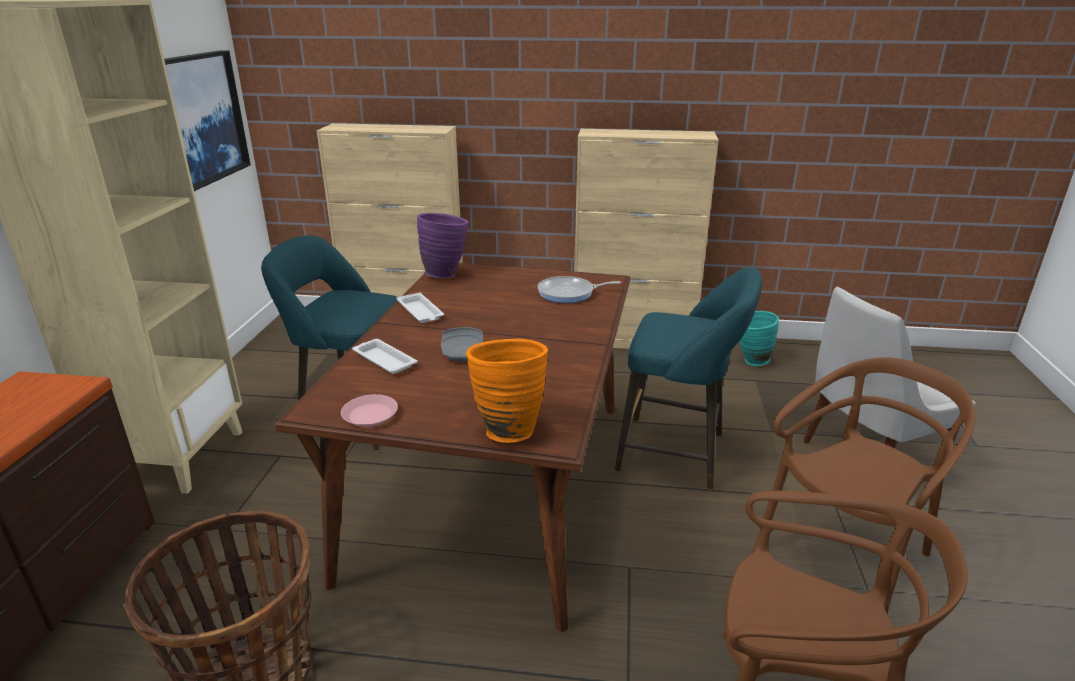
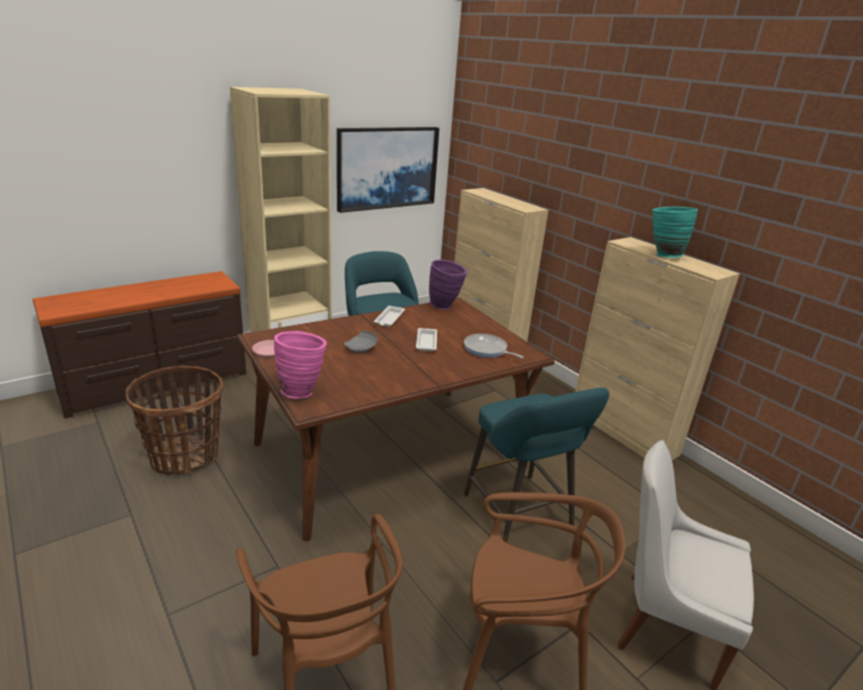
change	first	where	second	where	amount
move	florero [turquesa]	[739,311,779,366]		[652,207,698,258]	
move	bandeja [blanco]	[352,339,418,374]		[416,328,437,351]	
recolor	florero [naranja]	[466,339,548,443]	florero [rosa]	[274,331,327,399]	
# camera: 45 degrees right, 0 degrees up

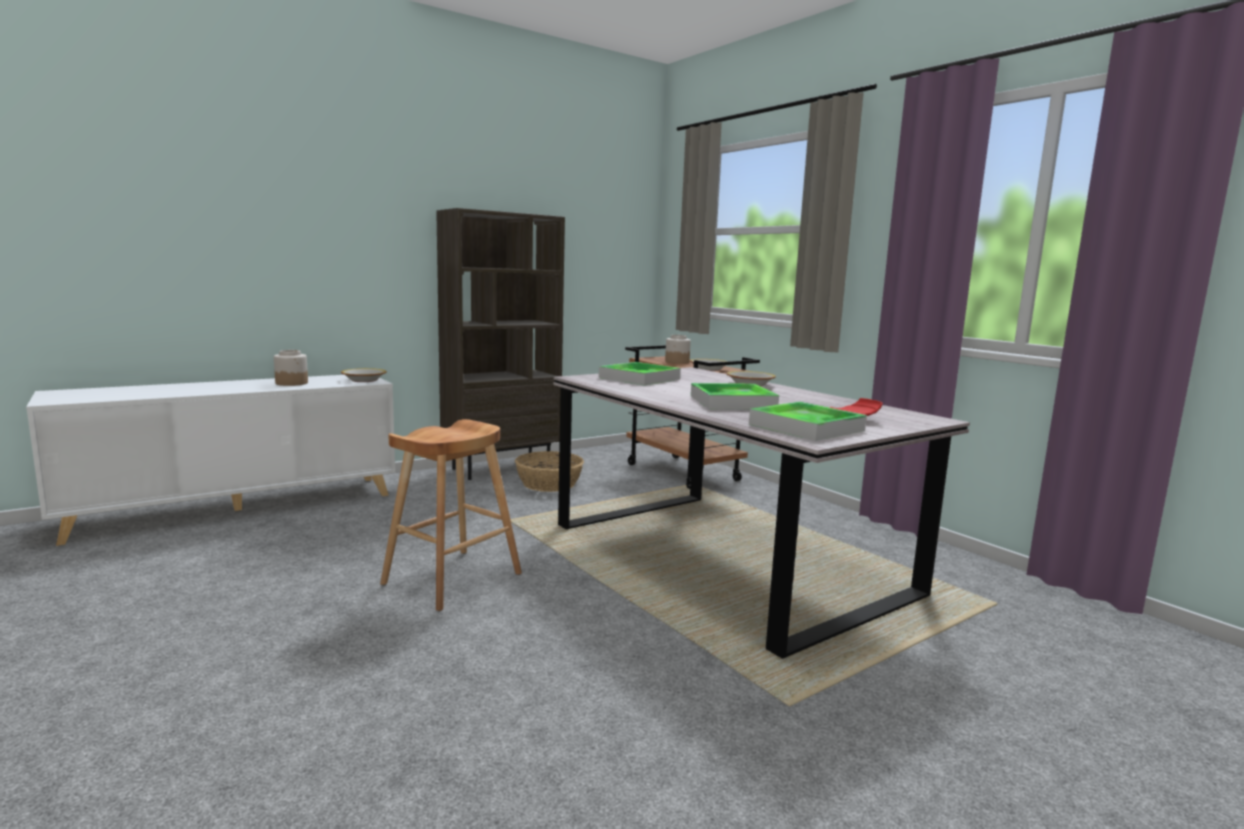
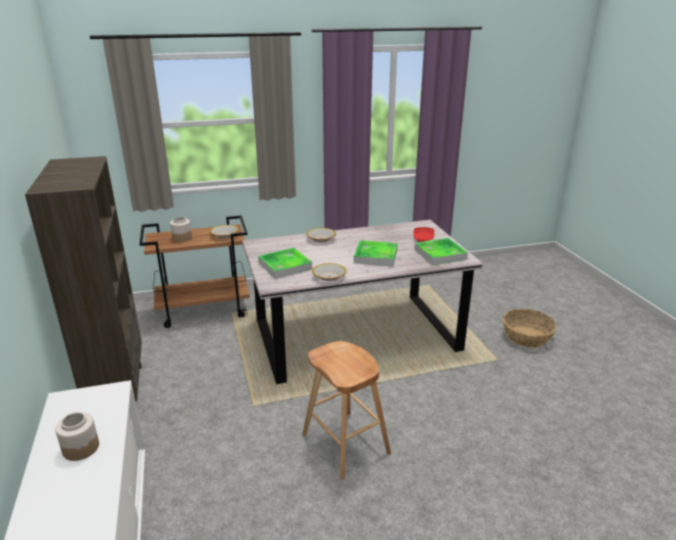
change	first	where	second	where	amount
move	cuenco	[341,368,387,382]		[312,263,346,281]	
move	cesta	[515,451,584,492]		[503,309,557,348]	
# camera: 70 degrees left, 15 degrees up

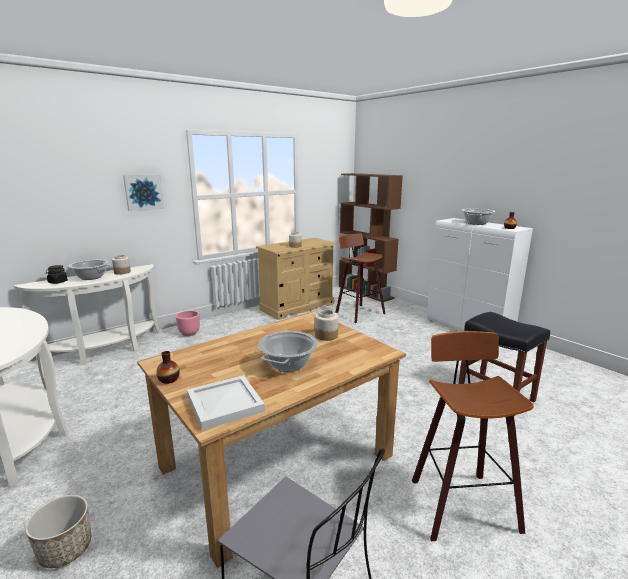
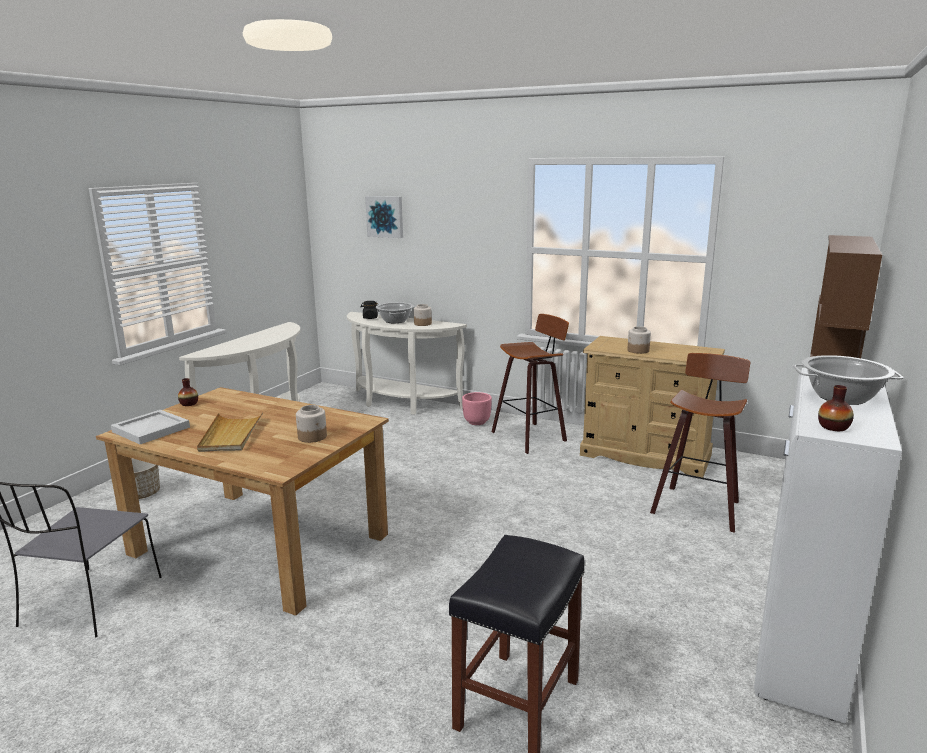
change	first	where	second	where	amount
move	cuadro	[123,174,164,211]		[365,196,403,238]	
replace	olla	[258,331,318,372]	bandeja [beis]	[197,412,263,452]	
move	taburete	[412,331,534,541]		[492,314,569,454]	
# camera: 65 degrees right, 0 degrees up

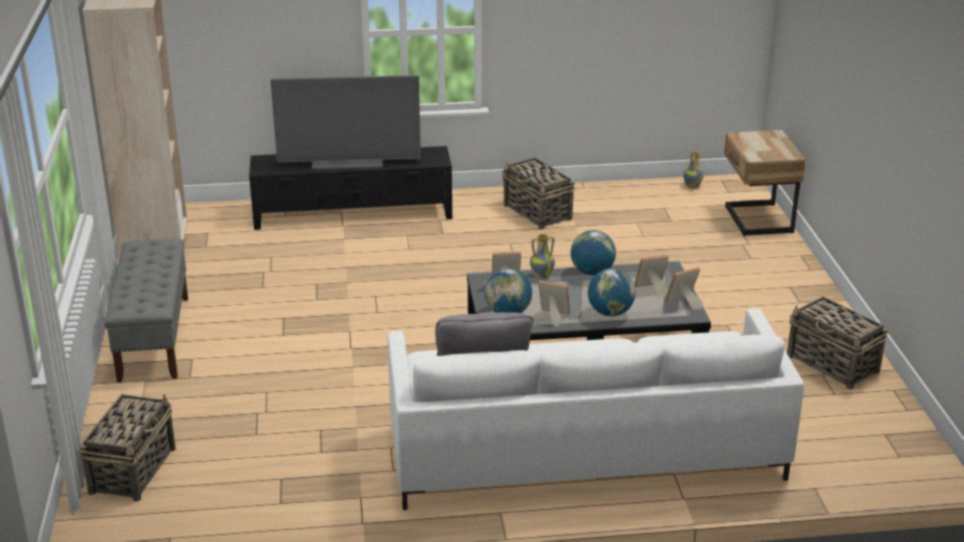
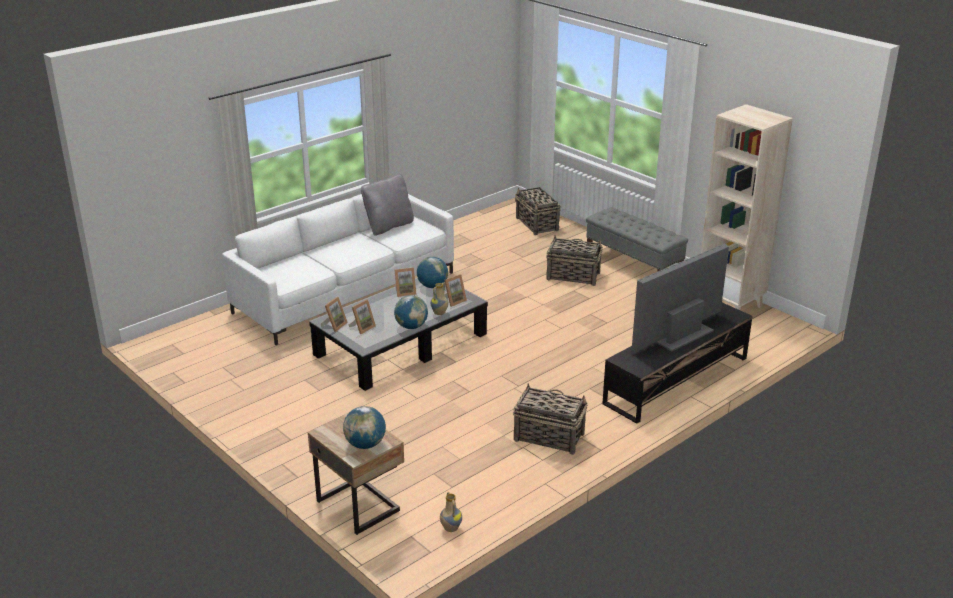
change	first	where	second	where	amount
move	globo terráqueo	[588,269,636,316]		[343,406,386,449]	
move	cesta	[787,296,888,389]		[546,235,603,286]	
# camera: 145 degrees right, 0 degrees up

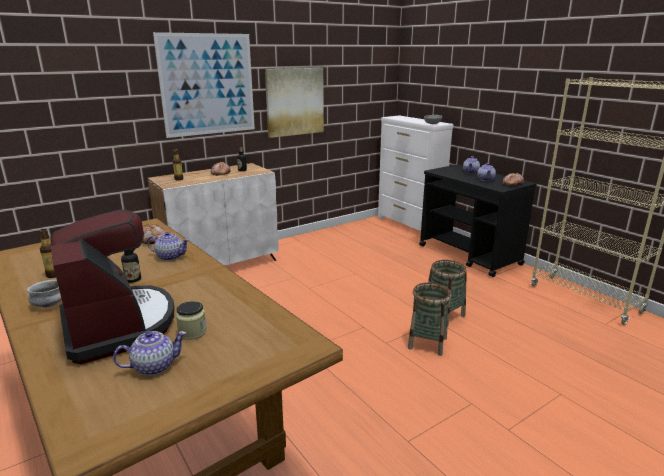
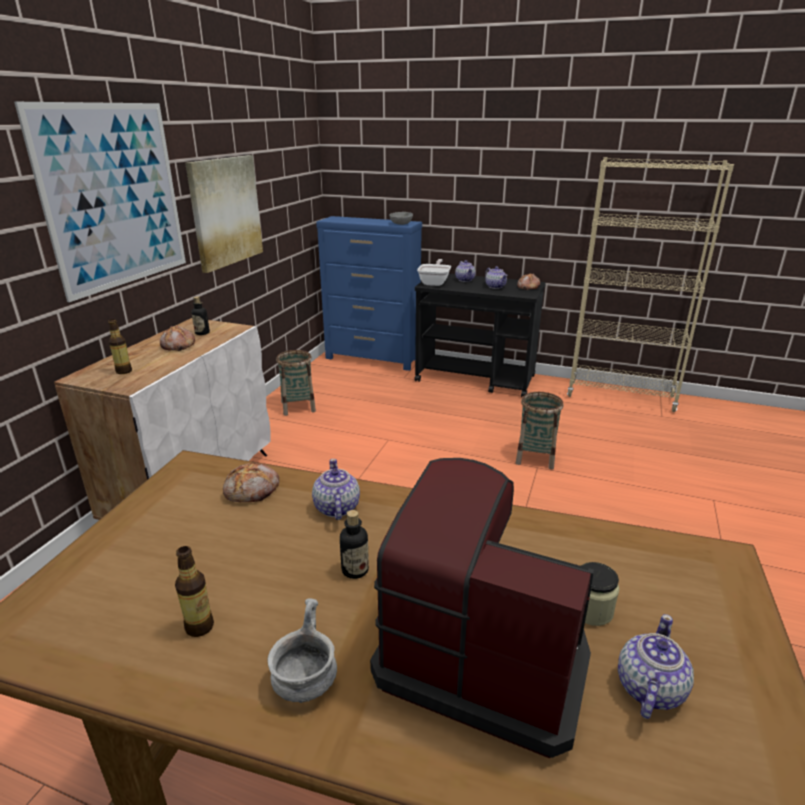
change	first	where	second	where	amount
recolor	cómoda [blanco]	[378,115,453,231]	cómoda [azul]	[316,216,422,371]	
rotate	tetera	[147,232,190,261]		[312,459,360,520]	75 degrees counterclockwise
move	cesta	[408,282,451,356]		[276,350,316,416]	
insert			sartén	[417,259,451,286]	
# camera: 35 degrees left, 5 degrees up

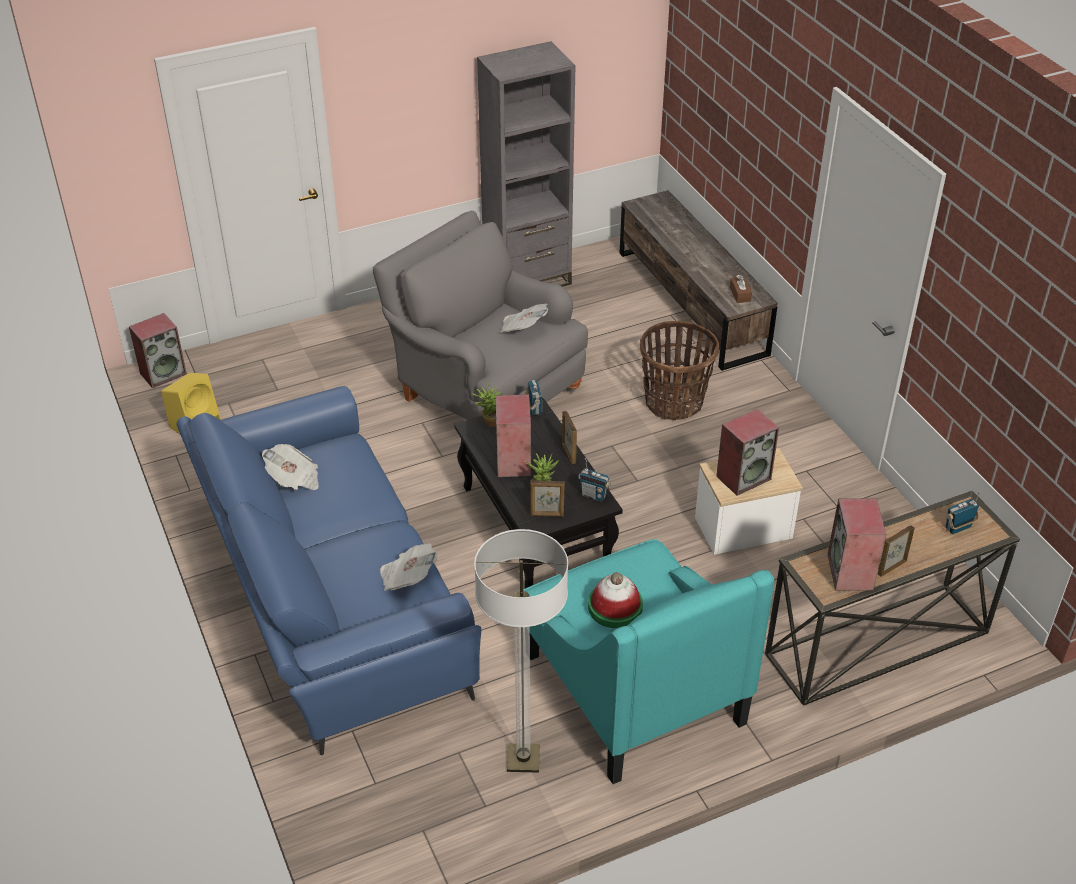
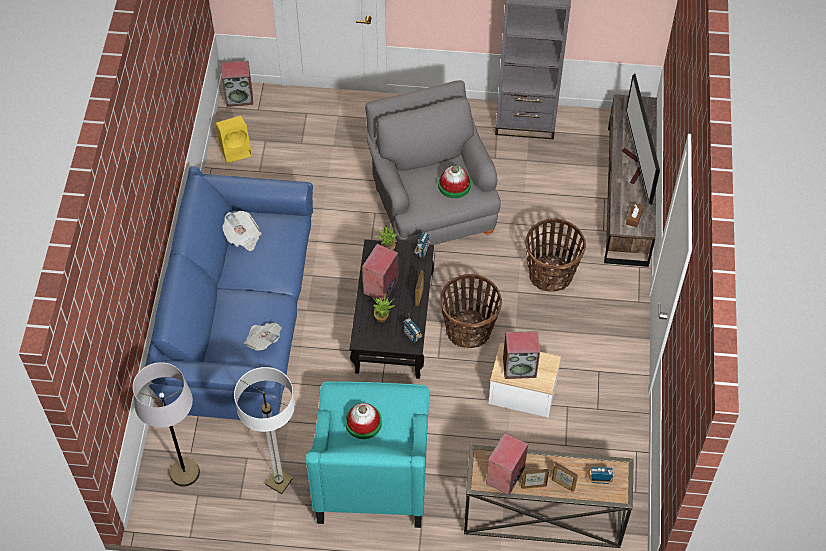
change	first	where	second	where	amount
replace	periódico	[500,304,548,332]	sombrero	[438,166,471,198]	
move	portarretratos	[530,480,565,517]		[552,463,578,492]	
insert			televisor	[622,74,660,205]	
insert			cesta	[440,274,502,348]	
insert			lámpara de pie [gris]	[133,362,200,486]	
# camera: 30 degrees right, 15 degrees up

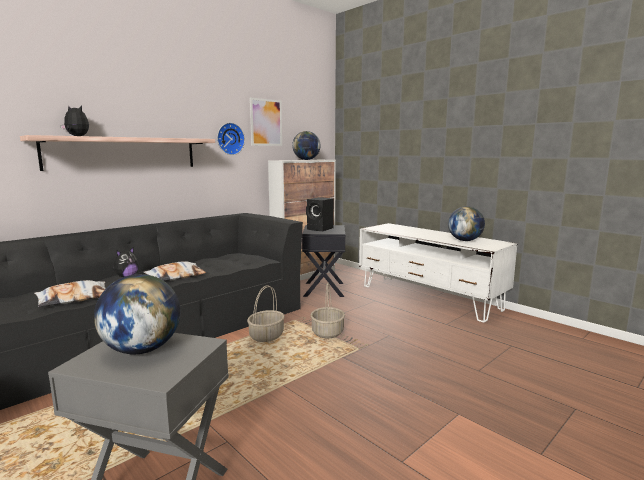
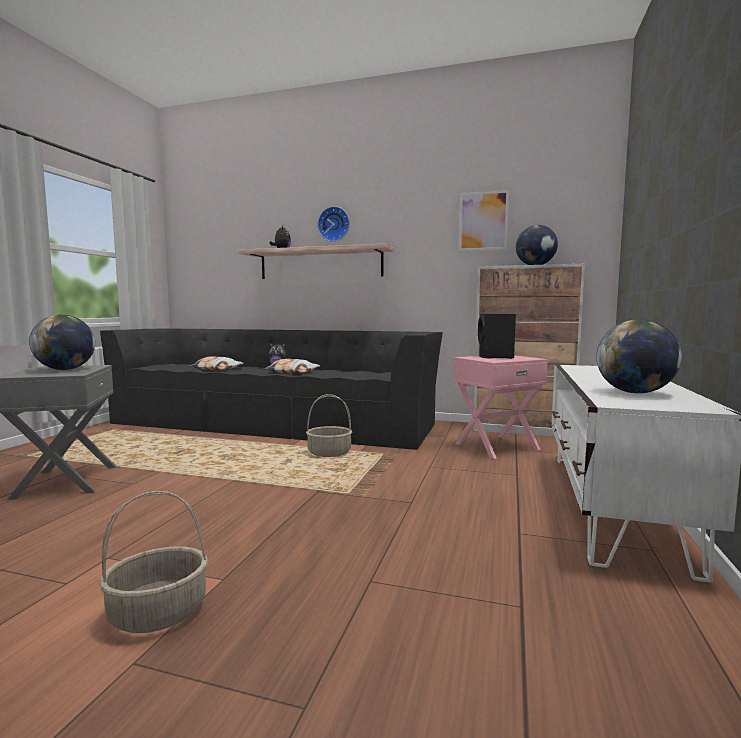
change	first	where	second	where	amount
move	reloj de pared	[217,123,245,155]		[318,206,350,242]	
recolor	mesa auxiliar [negro]	[302,225,345,297]	mesa auxiliar [rosa]	[453,355,548,459]	
move	cesta	[311,283,345,338]		[99,491,208,633]	
# camera: 60 degrees right, 5 degrees down

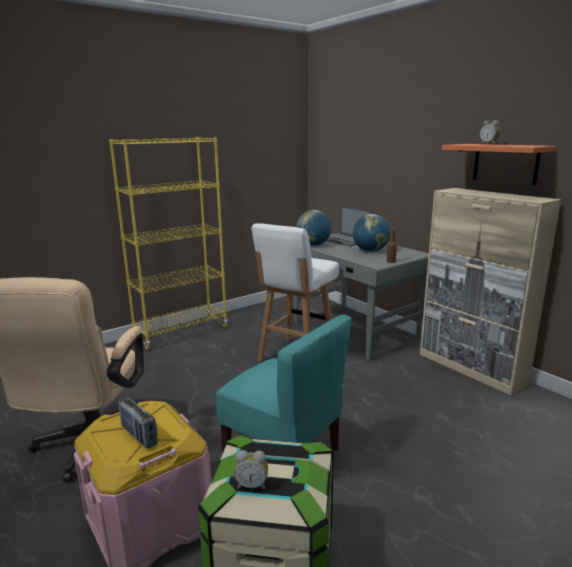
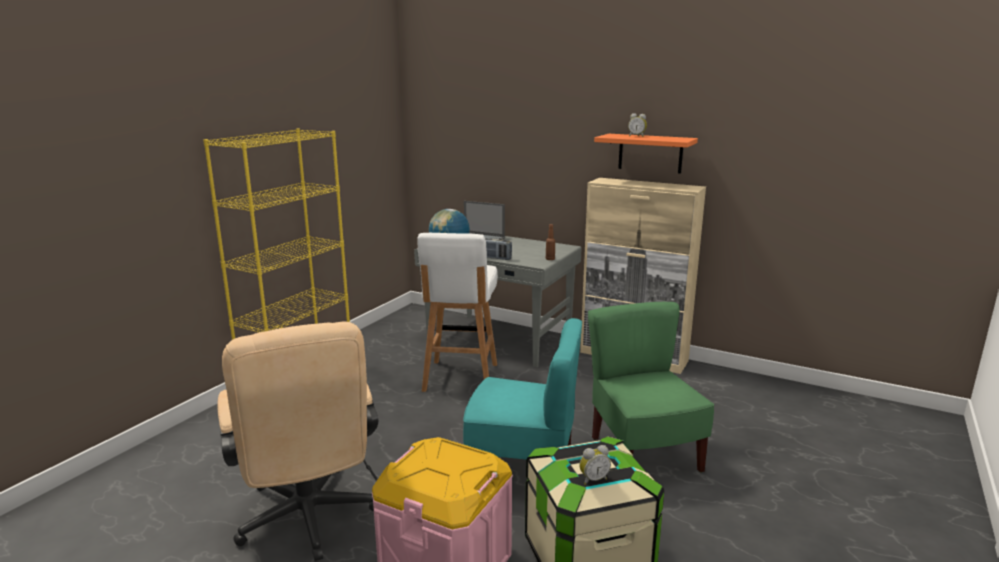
change	first	where	second	where	amount
delete	globo terráqueo	[353,214,391,252]			
move	radio	[119,397,158,449]		[485,238,512,260]	
insert			silla [verde]	[588,302,714,473]	
# camera: 25 degrees left, 0 degrees up

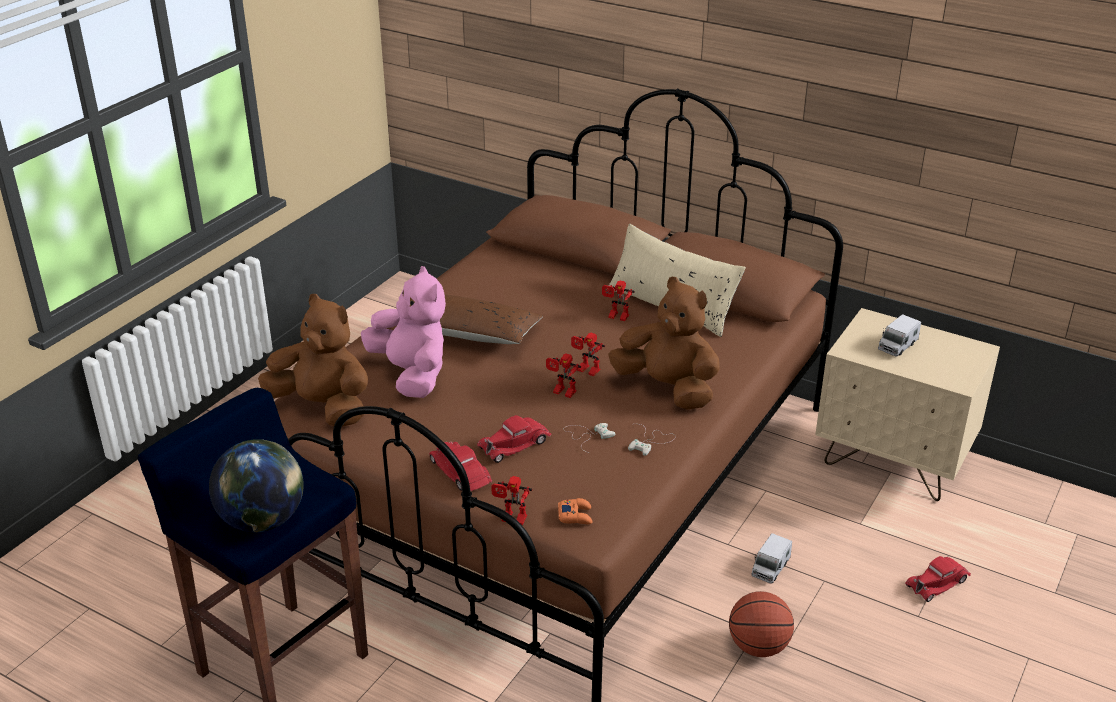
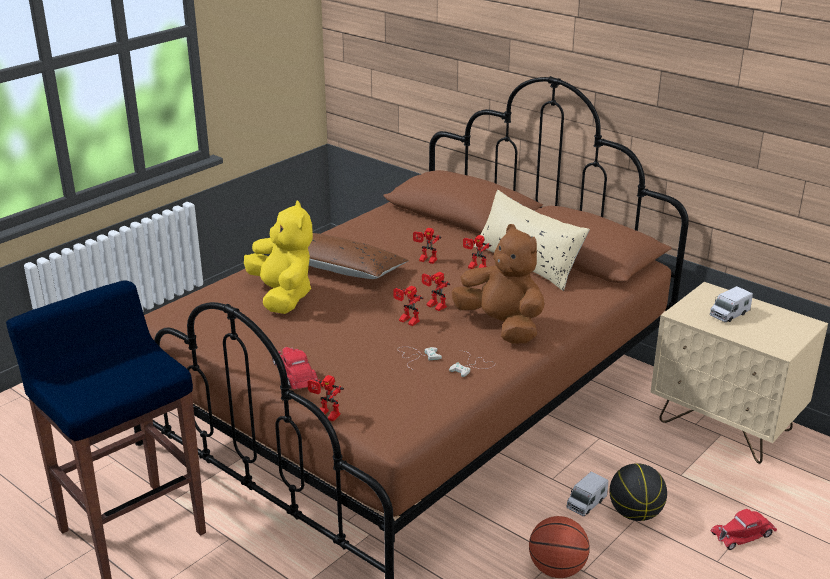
change	first	where	second	where	amount
recolor	peluche [rosa]	[361,266,446,398]	peluche [amarillo]	[244,201,313,314]	
delete	peluche [marrón]	[258,294,368,427]			
delete	coche de juguete [rojo]	[477,415,552,463]			
delete	globo terráqueo	[209,439,303,533]			
delete	mando de consola [naranja]	[558,498,592,524]			
insert			robot de juguete	[413,228,441,264]	
insert			balón de baloncesto	[609,463,667,521]	
# camera: 10 degrees right, 5 degrees down

